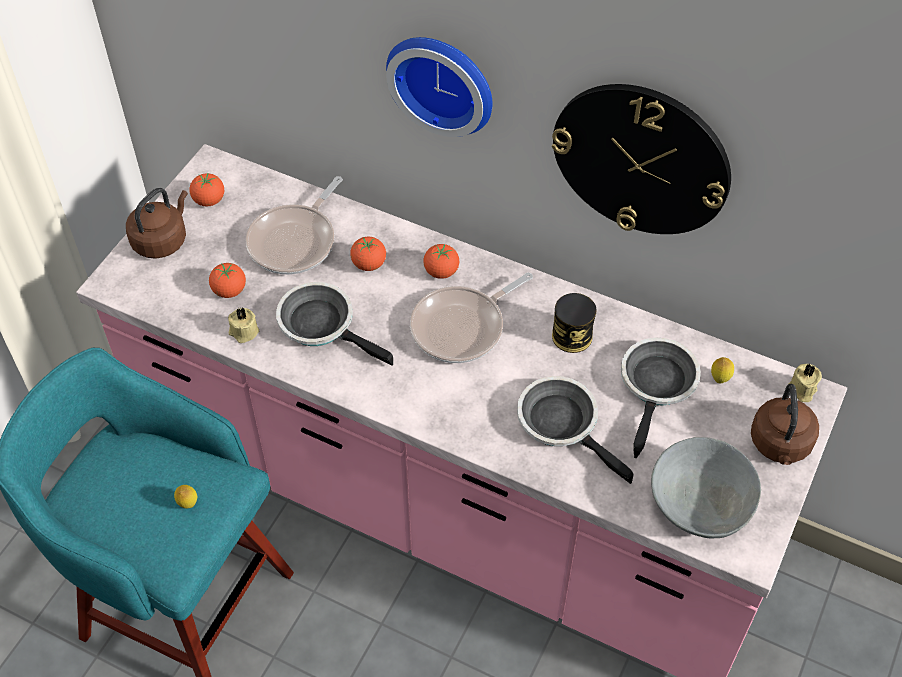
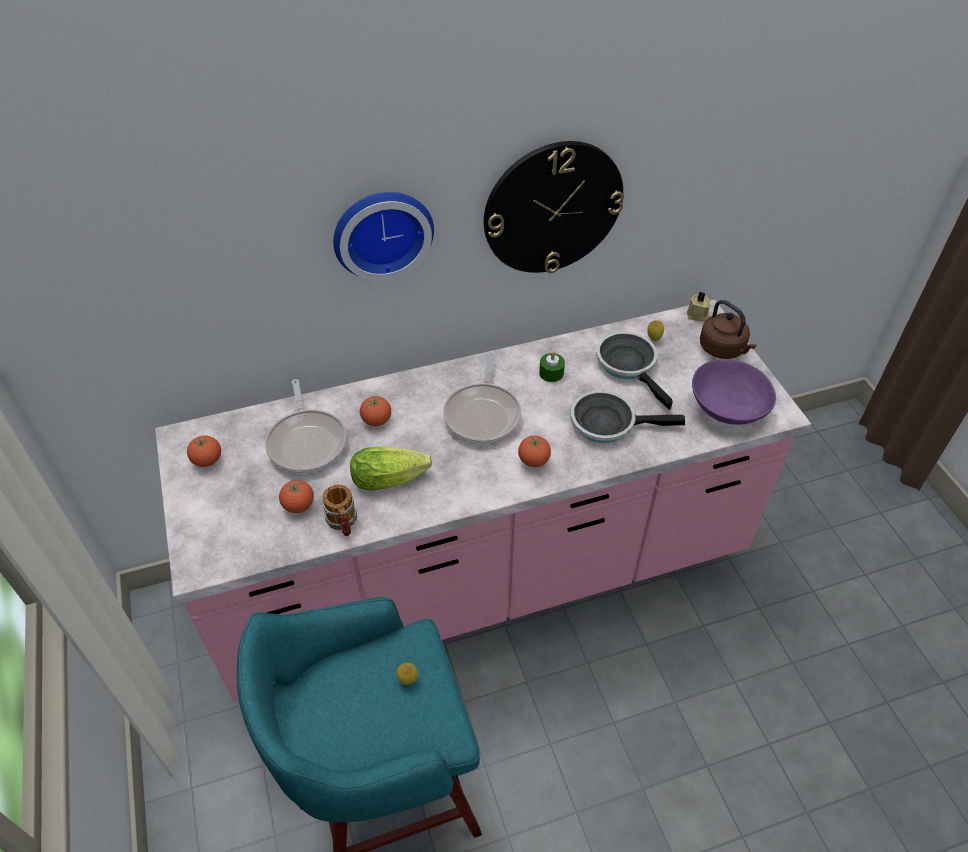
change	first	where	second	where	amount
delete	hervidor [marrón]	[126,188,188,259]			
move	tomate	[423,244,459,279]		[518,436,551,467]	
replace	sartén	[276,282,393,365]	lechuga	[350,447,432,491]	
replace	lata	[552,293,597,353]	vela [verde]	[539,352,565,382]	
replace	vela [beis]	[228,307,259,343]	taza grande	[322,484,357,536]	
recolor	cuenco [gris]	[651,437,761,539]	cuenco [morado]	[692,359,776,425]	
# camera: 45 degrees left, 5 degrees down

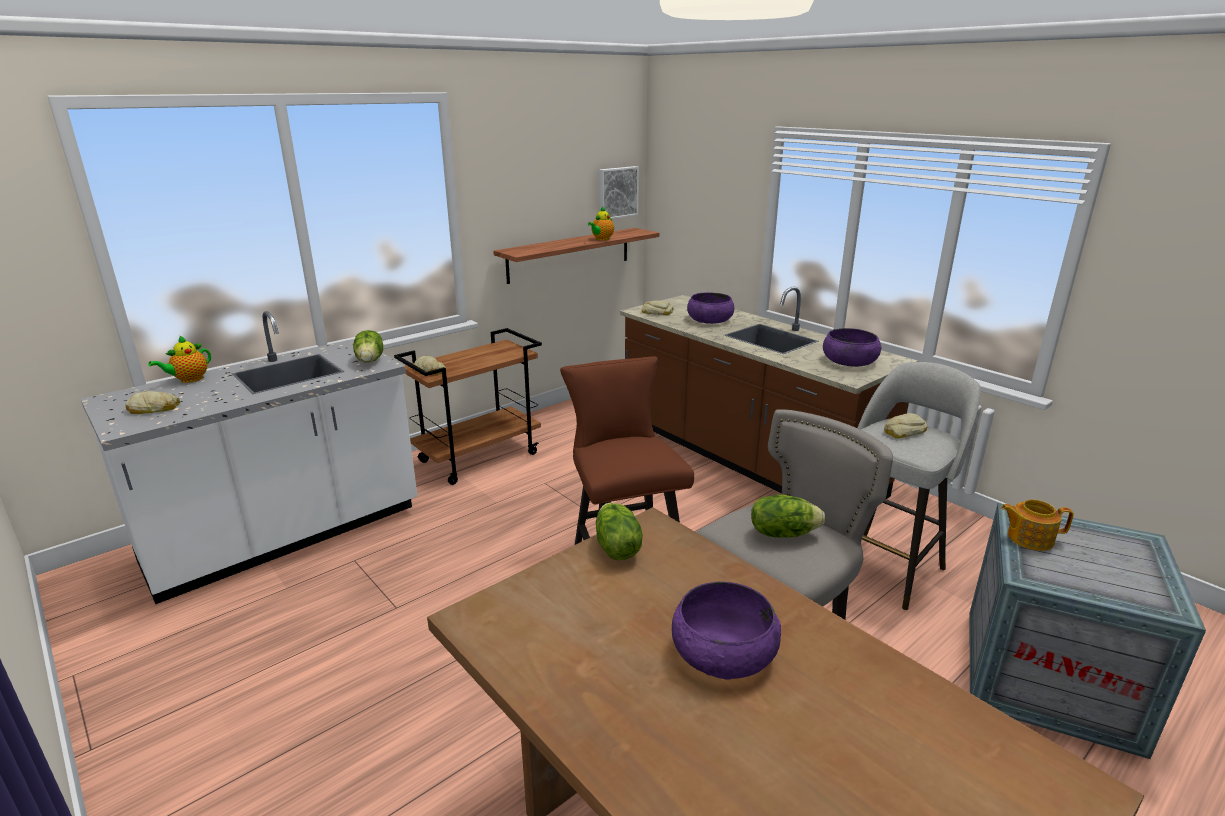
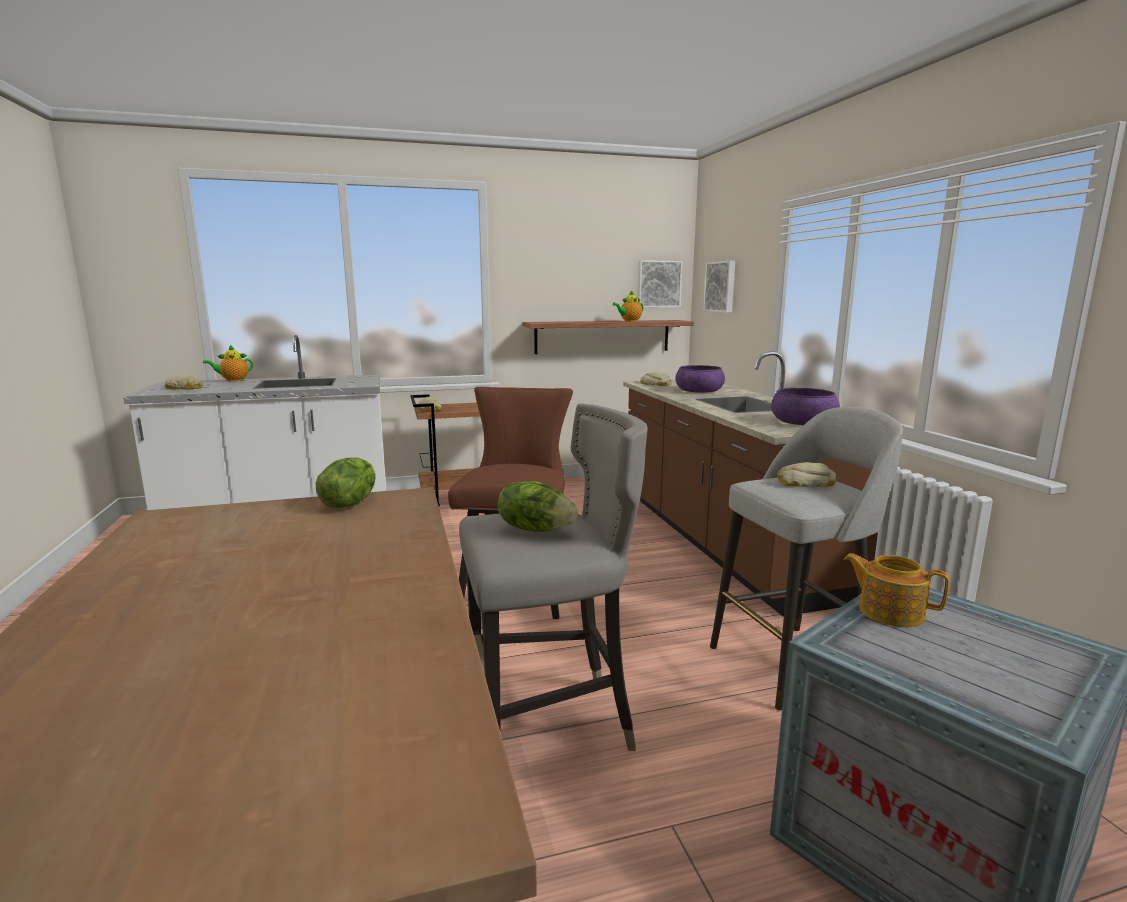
change	first	where	second	where	amount
delete	lechuga	[353,330,383,363]			
delete	cuenco [morado]	[672,581,781,680]			
insert			cuadro	[703,261,735,313]	
# camera: 25 degrees right, 10 degrees down

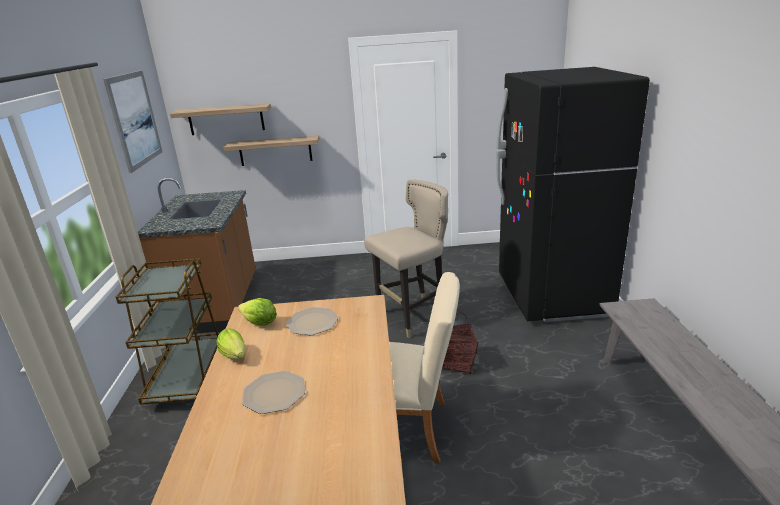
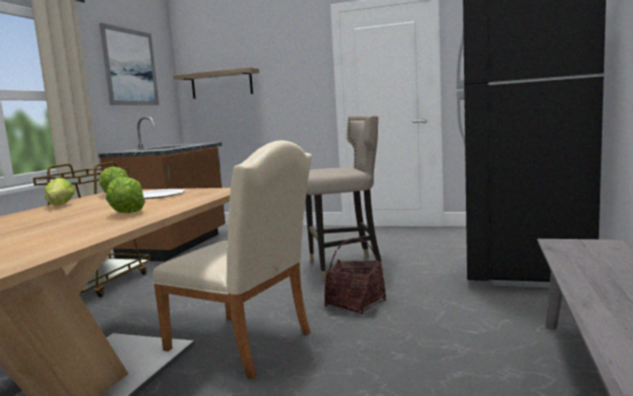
change	first	where	second	where	amount
delete	estante	[224,136,319,166]			
delete	plato	[242,371,305,414]			
insert			lechuga	[106,177,145,213]	
# camera: 20 degrees right, 15 degrees down

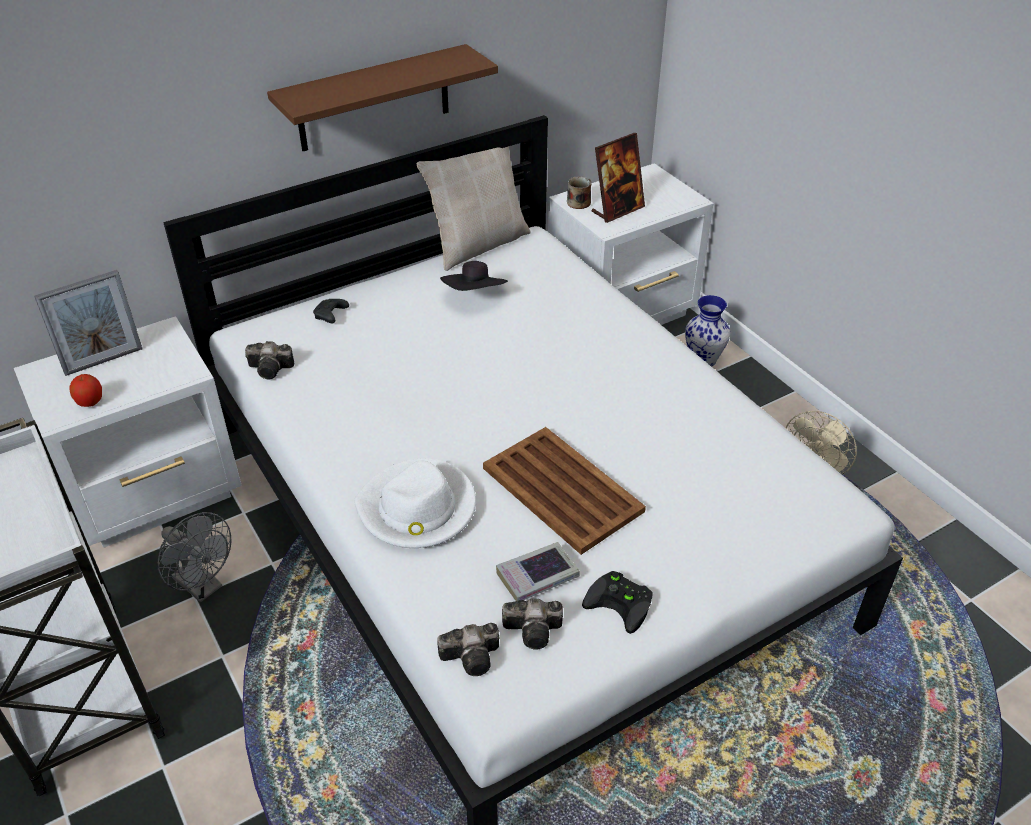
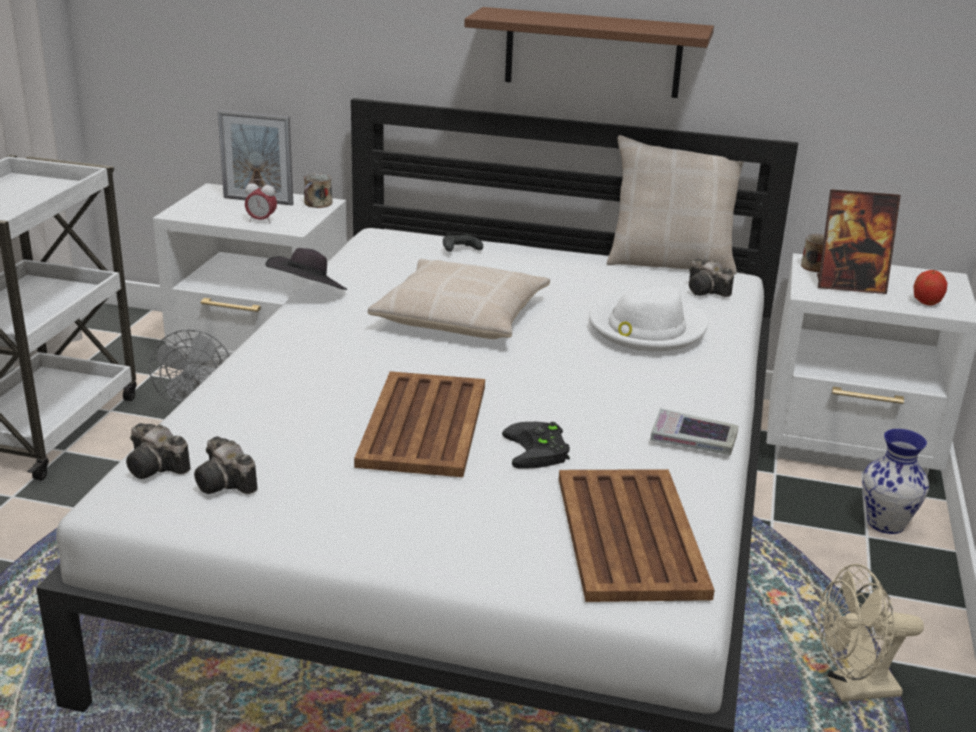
change	first	where	second	where	amount
move	sombrero [negro]	[440,261,508,291]		[265,248,347,290]	
move	cámara	[245,341,294,380]		[689,259,734,297]	
move	manzana	[69,374,102,407]		[913,270,947,305]	
move	sombrero [blanco]	[354,458,476,548]		[589,286,708,351]	
move	libro	[496,542,580,601]		[651,408,738,455]	
move	mando de consola [negro]	[582,571,653,634]		[502,422,570,469]	
insert			taza grande	[304,173,332,208]	
insert			despertador	[245,179,277,224]	
insert			cojín [beis]	[368,259,550,339]	
insert			bandeja [marrón]	[559,469,715,602]	
# camera: 45 degrees right, 15 degrees down

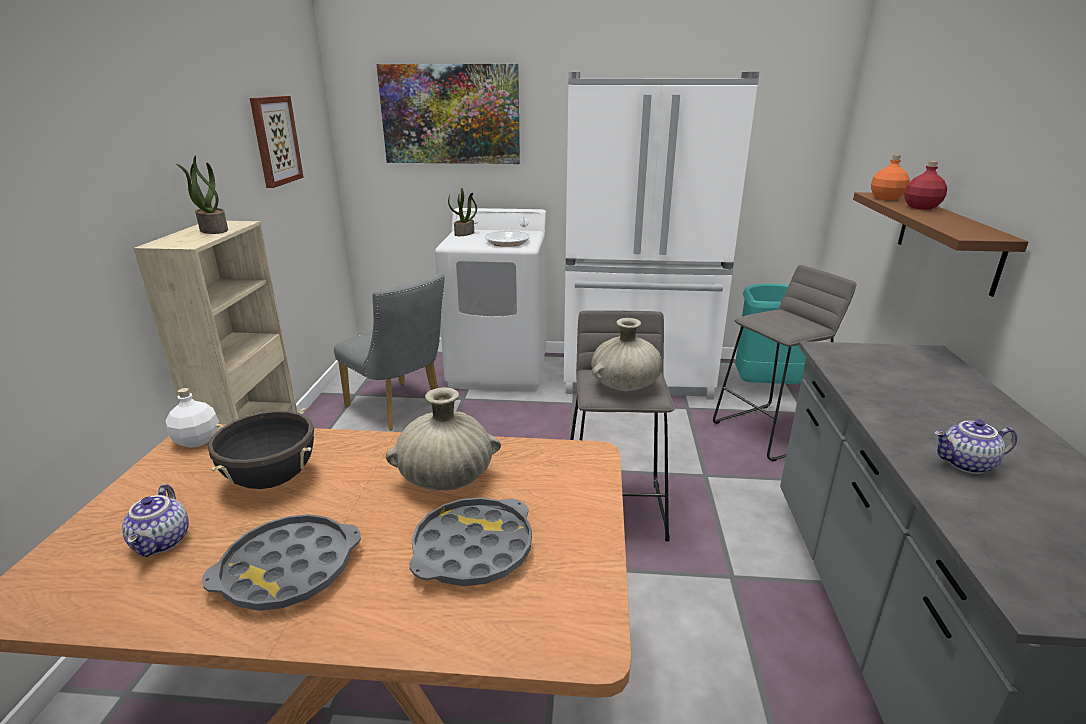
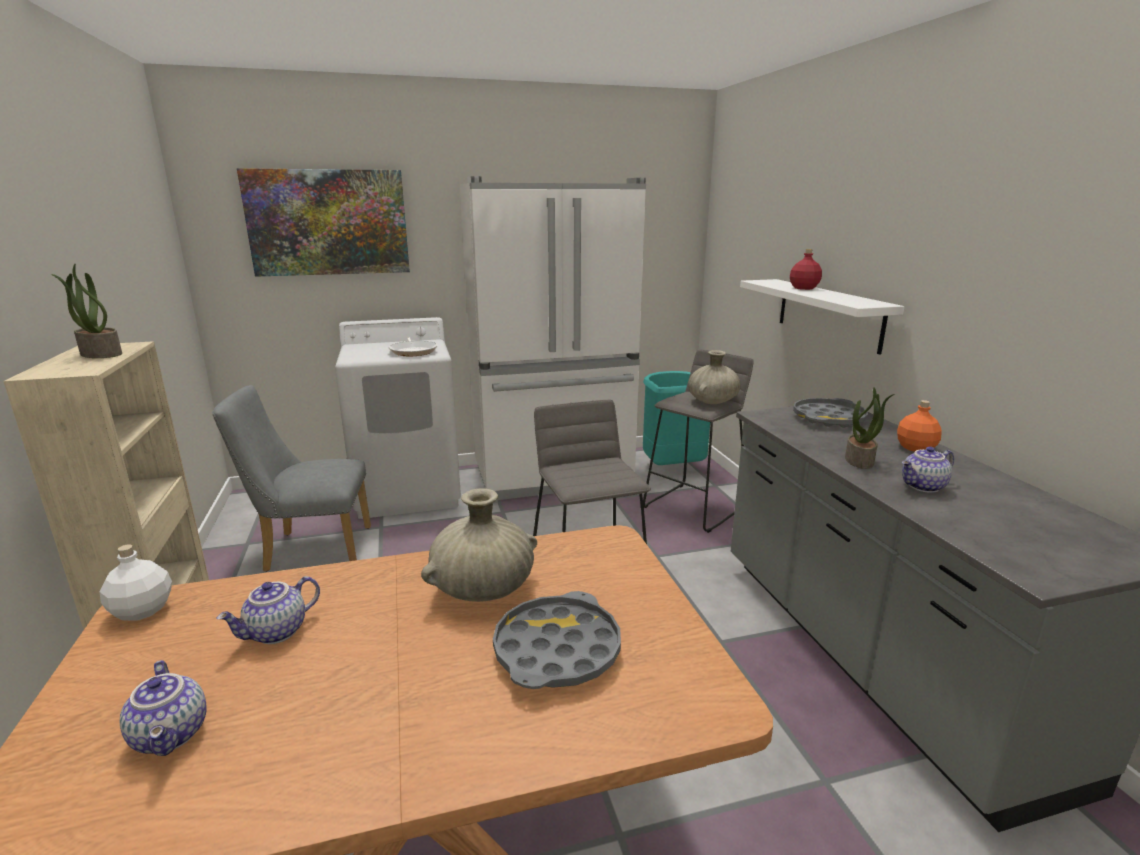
change	first	where	second	where	amount
delete	cuadro	[250,96,304,188]			
move	botella [naranja]	[871,155,910,200]		[897,400,942,452]	
move	planta en maceta	[448,188,477,236]		[845,387,894,469]	
recolor	estante [marrón]	[853,192,1028,297]	estante [blanco]	[740,279,905,355]	
rotate	silla [gris]	[334,273,445,430]		[212,385,371,572]	150 degrees clockwise
move	florero [beis]	[591,318,662,391]		[688,350,740,404]	
replace	olla [negro]	[208,408,314,489]	tetera	[216,576,320,644]	
move	bandeja [gris]	[202,514,361,611]		[793,398,868,428]	
# camera: 20 degrees left, 5 degrees down

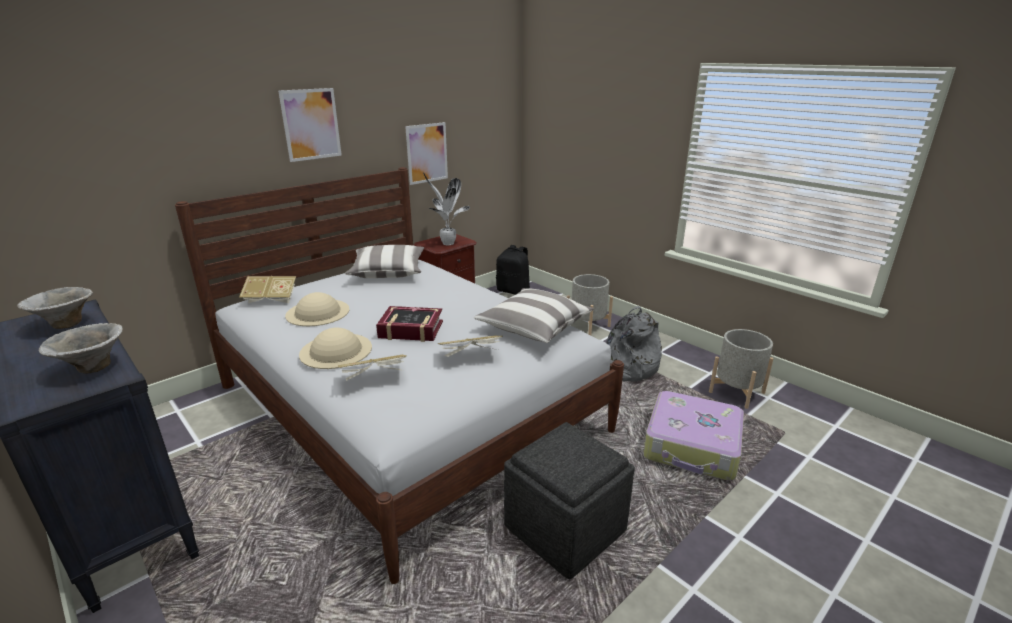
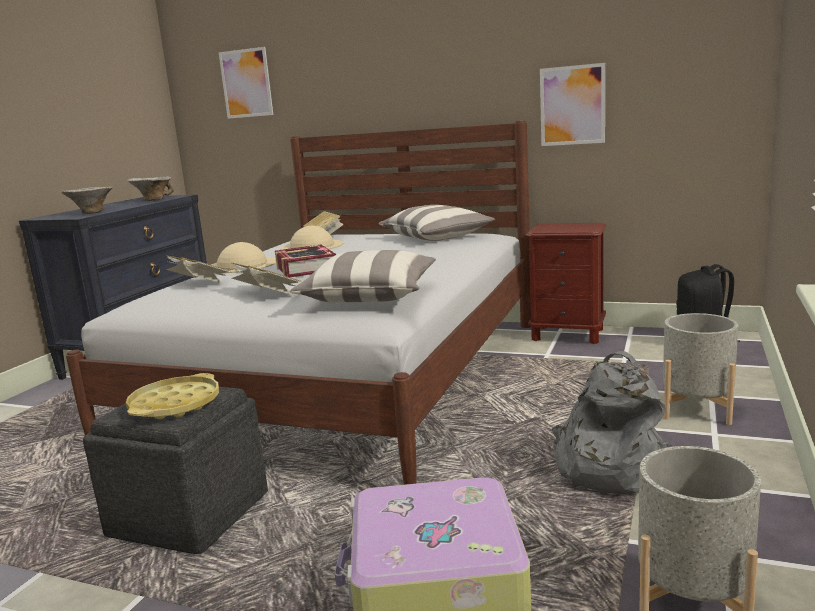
change	first	where	second	where	amount
move	cuadro	[278,88,342,162]		[218,47,273,119]	
delete	planta en maceta	[423,172,470,245]			
insert			bandeja [amarillo]	[126,373,219,419]	
# camera: 65 degrees right, 10 degrees down

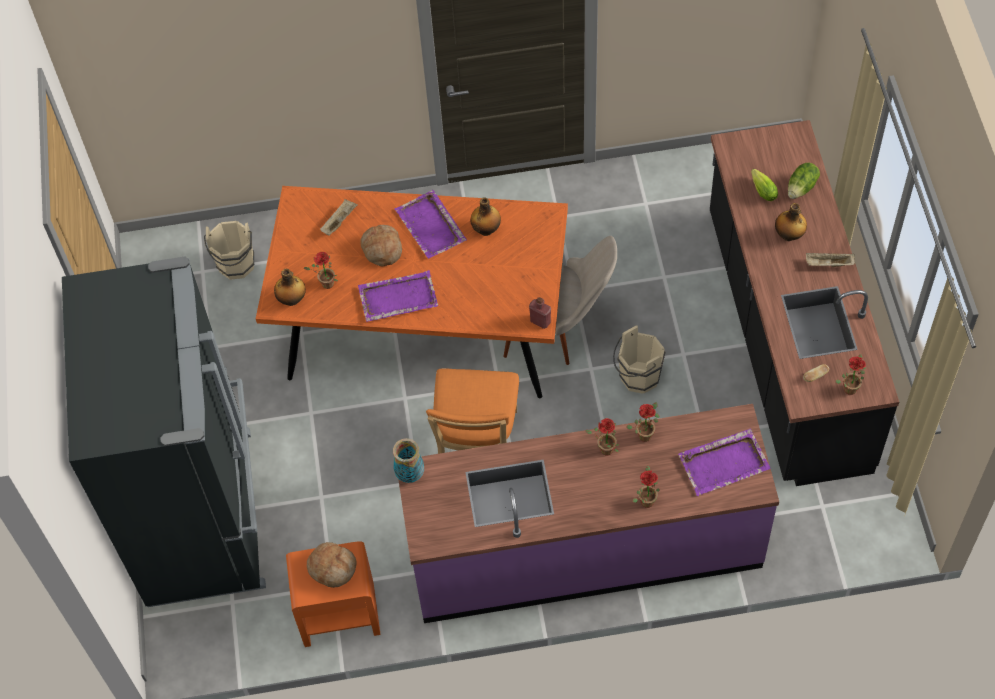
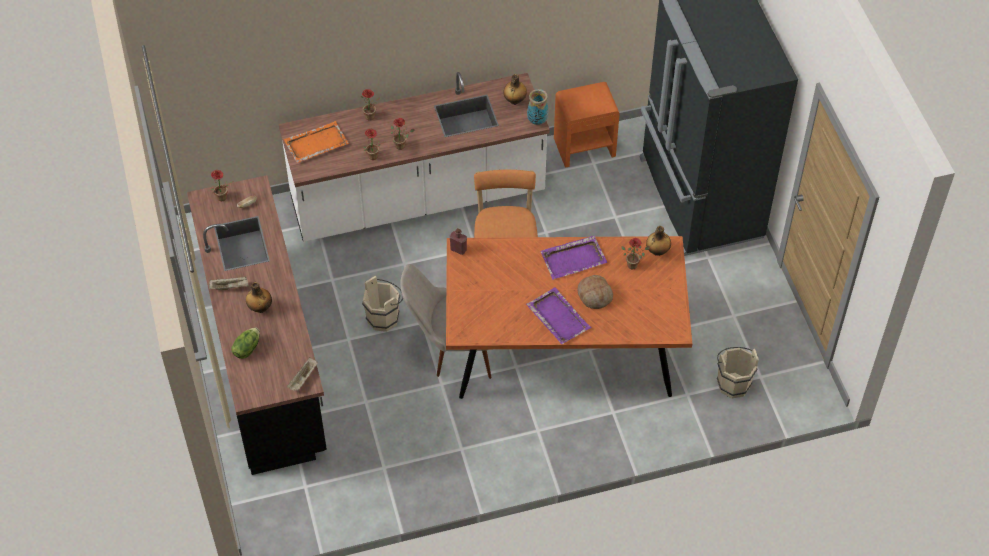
change	first	where	second	where	amount
delete	lechuga	[751,169,778,201]			
move	botella	[470,197,501,236]		[503,74,527,105]	
move	bandeja [beis]	[320,199,358,236]		[287,358,318,391]	
recolor	mueble bajo de cocina [morado]	[398,404,779,623]	mueble bajo de cocina [blanco]	[279,72,550,242]	
recolor	bandeja [morado]	[678,429,771,496]	bandeja [naranja]	[284,121,349,163]	
delete	pan	[307,542,357,588]			
# camera: 170 degrees right, 5 degrees down

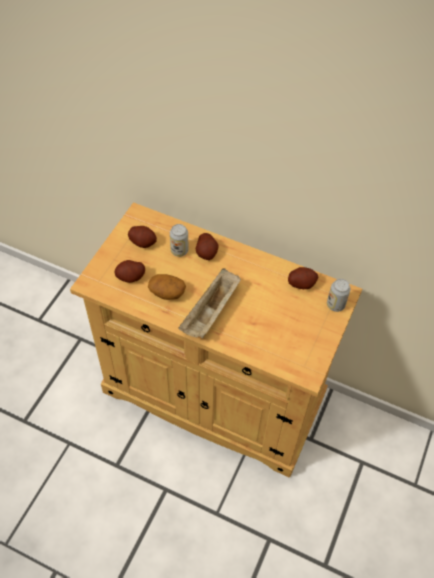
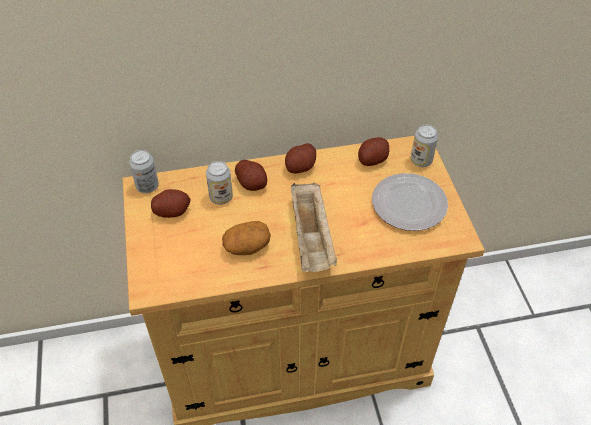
change	first	where	second	where	amount
move	patata	[114,260,145,283]		[285,143,316,173]	
insert			lata	[129,150,159,193]	
insert			plato	[372,173,448,231]	
# camera: 35 degrees left, 5 degrees down

